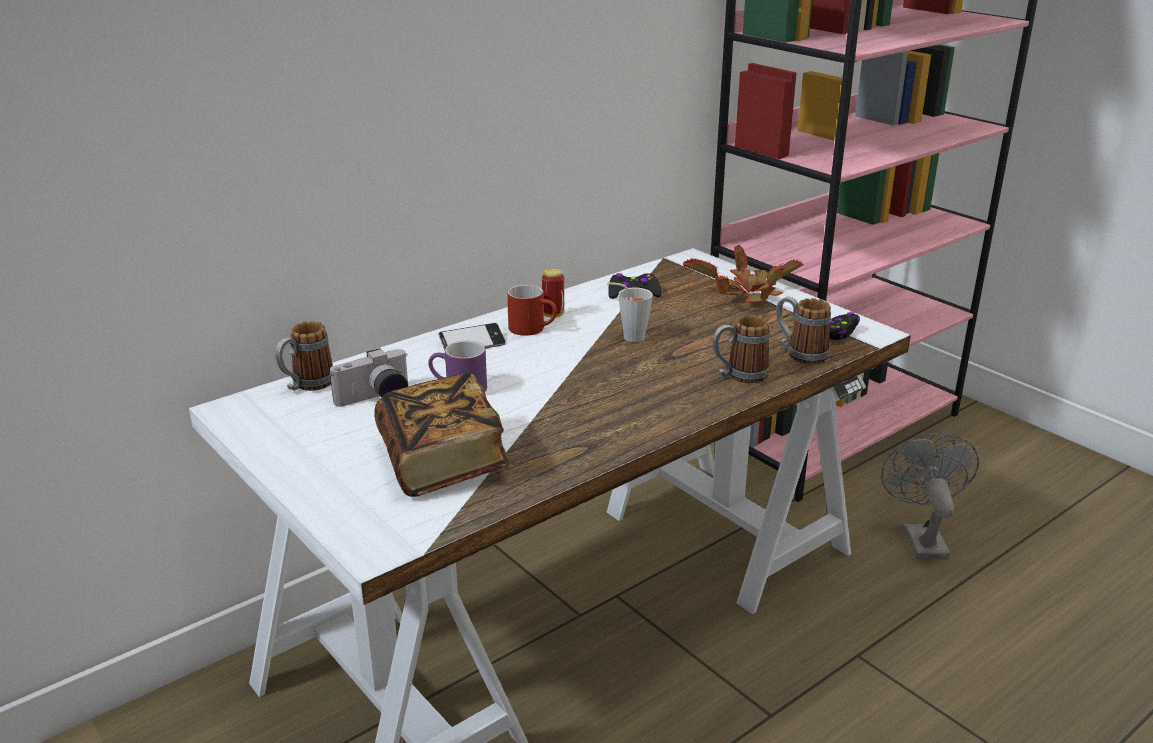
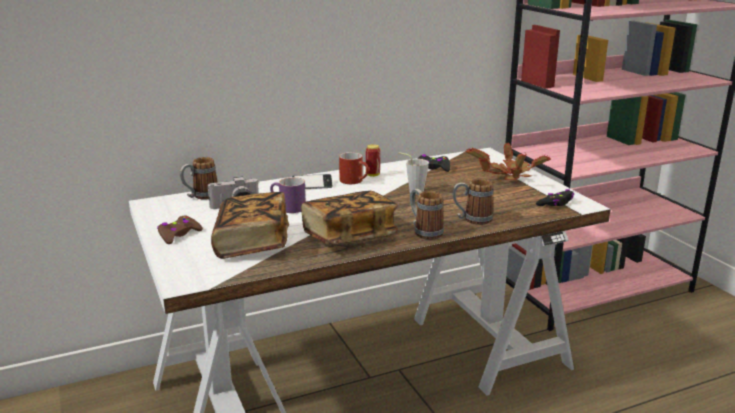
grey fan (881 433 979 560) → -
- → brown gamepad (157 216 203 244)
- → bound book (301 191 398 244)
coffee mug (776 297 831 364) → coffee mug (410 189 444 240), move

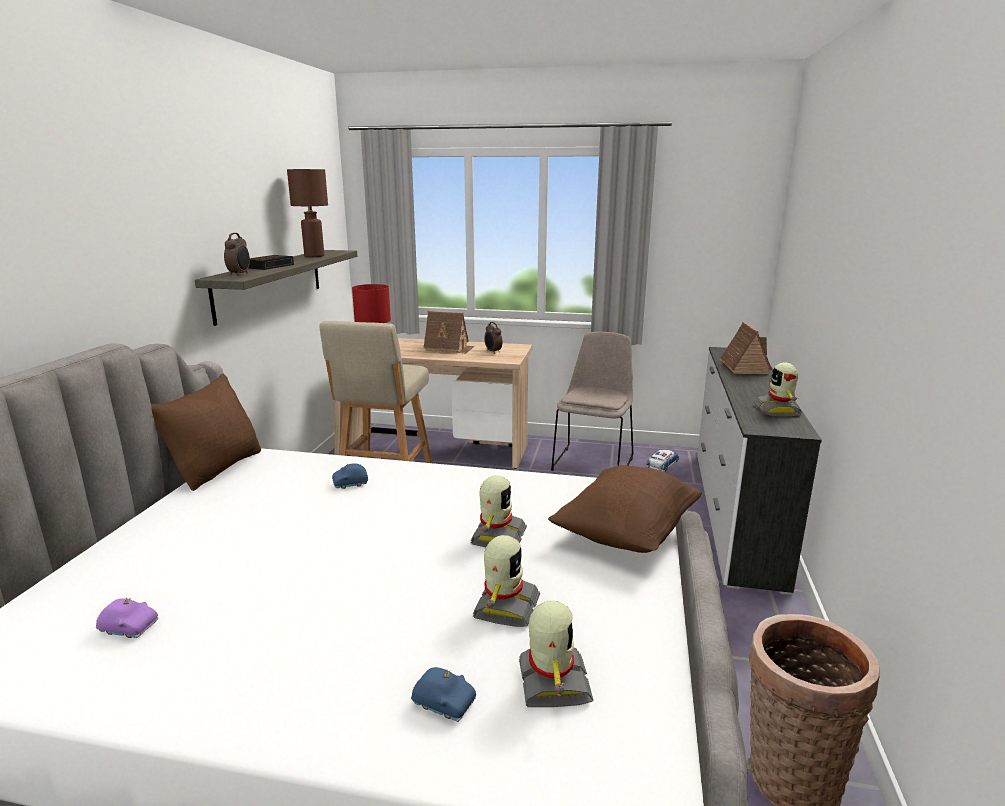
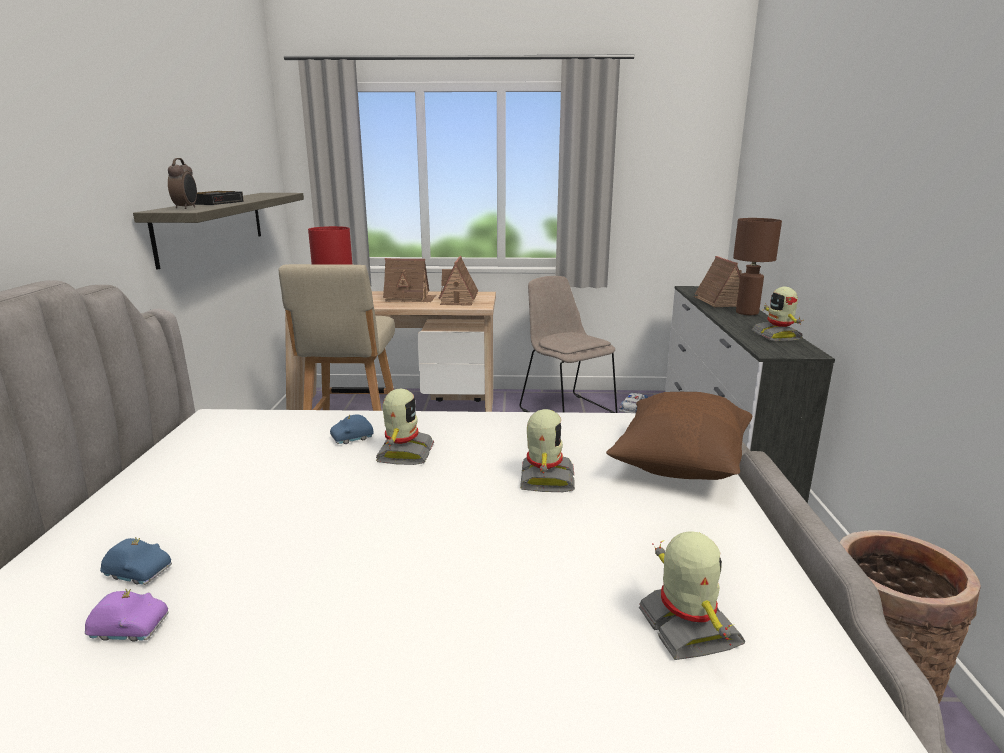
brown cushion (151 373 261 491) → -
brown table lamp (287 169 328 257) → brown table lamp (733 218 782 315), move
bluish model car (411 667 476 722) → bluish model car (100 537 172 585), move
model robot (473 535 540 627) → model robot (376 389 434 465), move
table clock (484 322 502 354) → toy house (438 256 478 306)
sand-coloured chair (551 332 633 471) → sand-coloured chair (520 276 617 413), 45 degrees counterclockwise

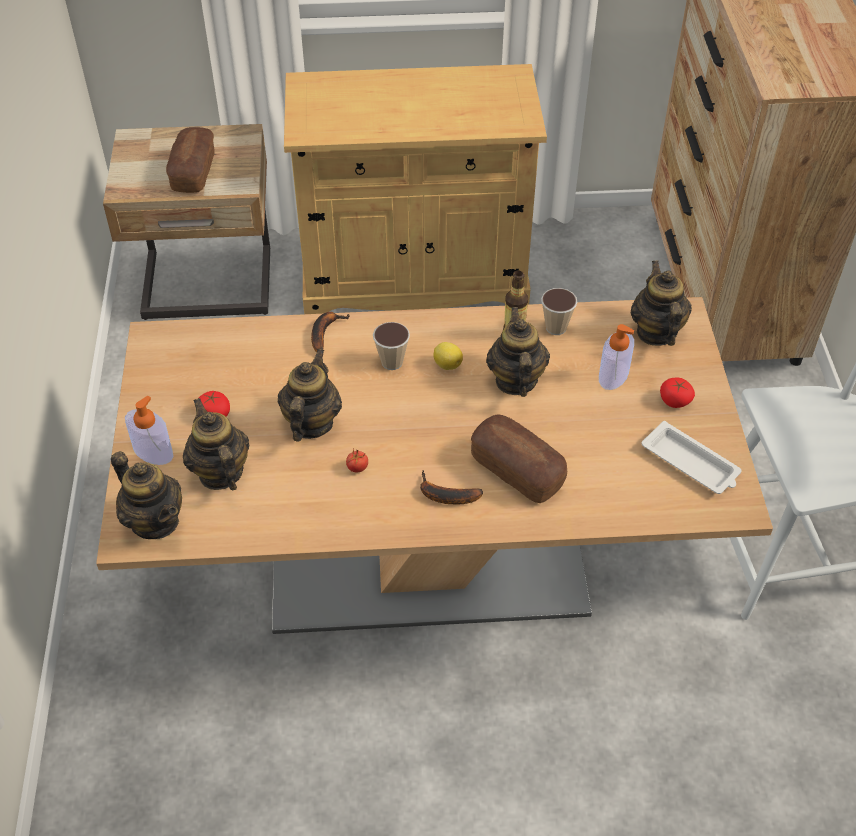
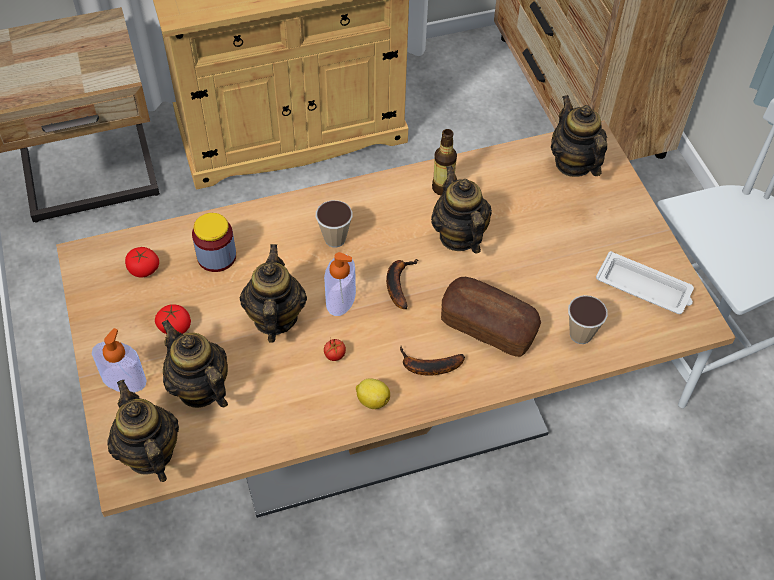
bakery bread (166 127 215 193) → -
- → jar (192 213 236 272)
banana fruit (311 312 350 352) → banana fruit (386 259 419 309), move
citrus fruit (433 342 463 370) → citrus fruit (356 378 390 409), move
small cup (541 288 577 335) → small cup (568 295 608 344), move
soap bottle (599 324 634 390) → soap bottle (324 252 356 316), move
tomato (660 378 695 408) → tomato (125 247 159 278), move
pot for tea (111 451 182 539) → pot for tea (107 380 179 482), 150 degrees counterclockwise

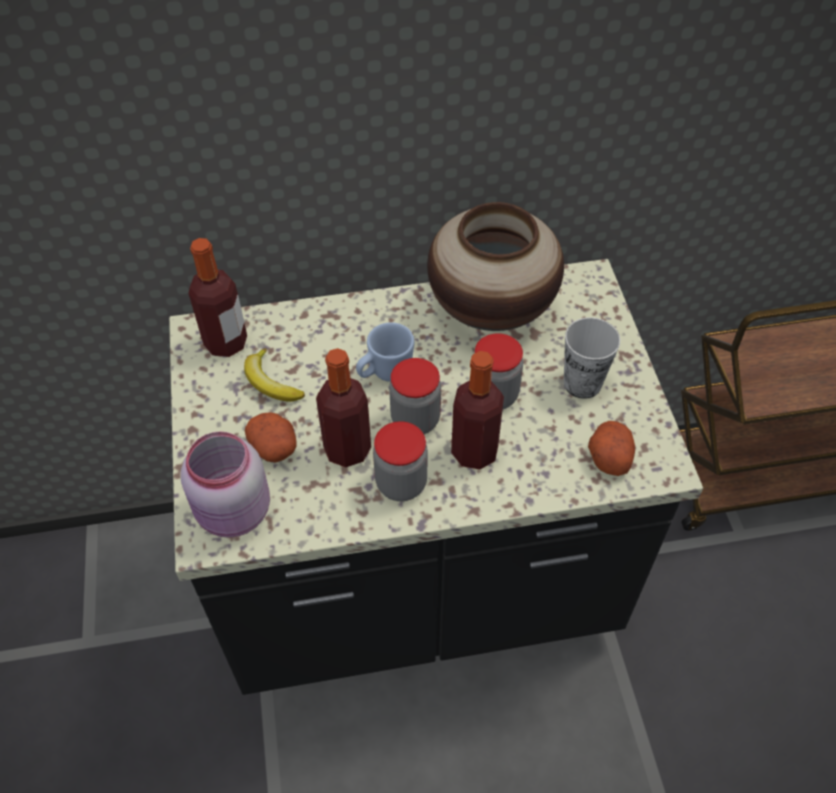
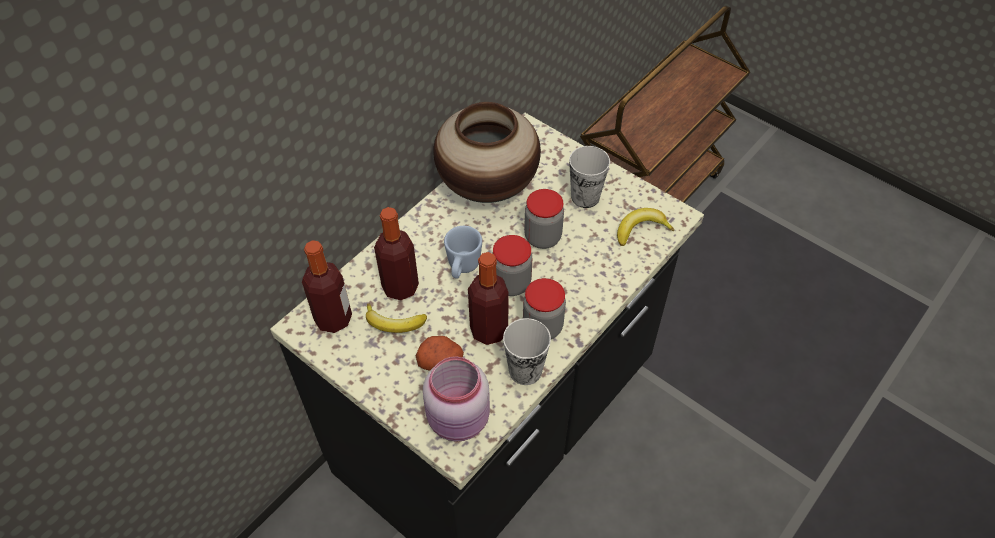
- → small cup (503 318 551 385)
drink bottle (451 351 504 470) → drink bottle (374 207 419 301), move
potato (588 421 635 476) → banana fruit (617 208 674 246)

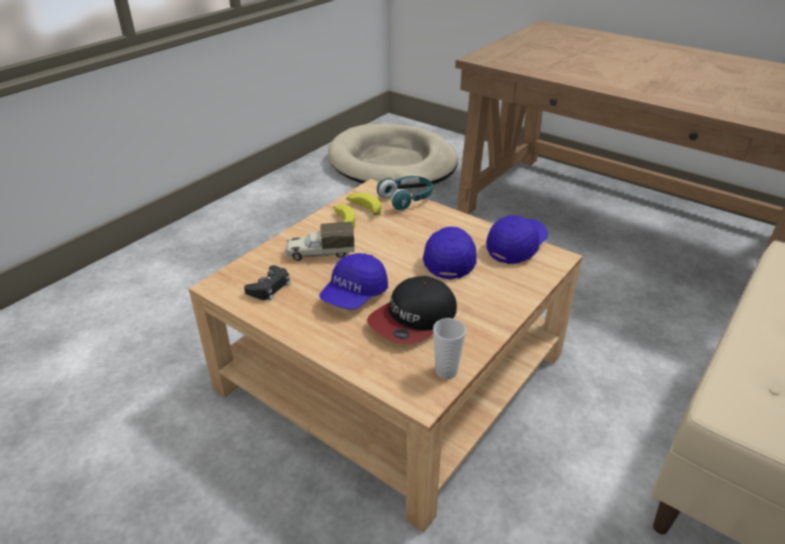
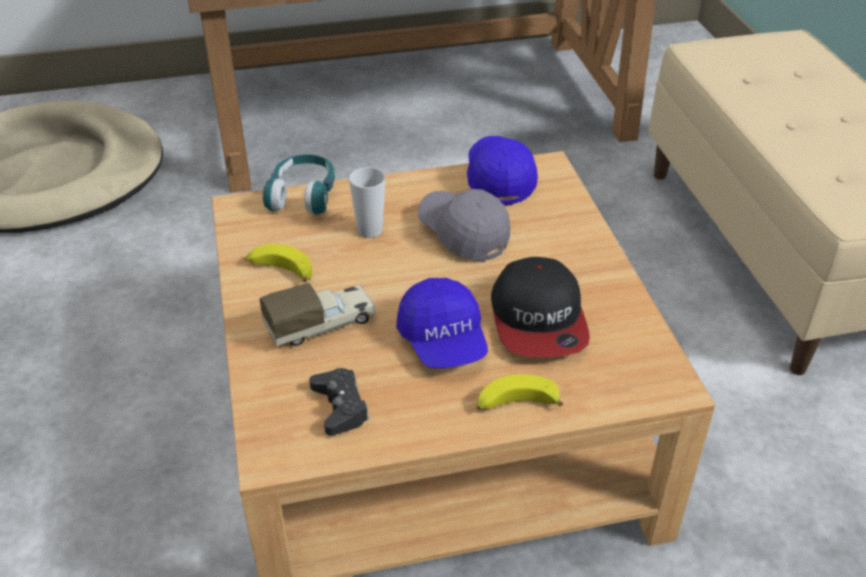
banana fruit (346 193 381 215) → banana fruit (477 374 563 410), move
small cup (433 318 466 379) → small cup (349 167 386 238), move
bluish peaked cap (423 227 477 279) → grey peaked cap (418 189 510 261)
model truck (286 222 355 261) → model truck (260 283 376 346), 150 degrees counterclockwise

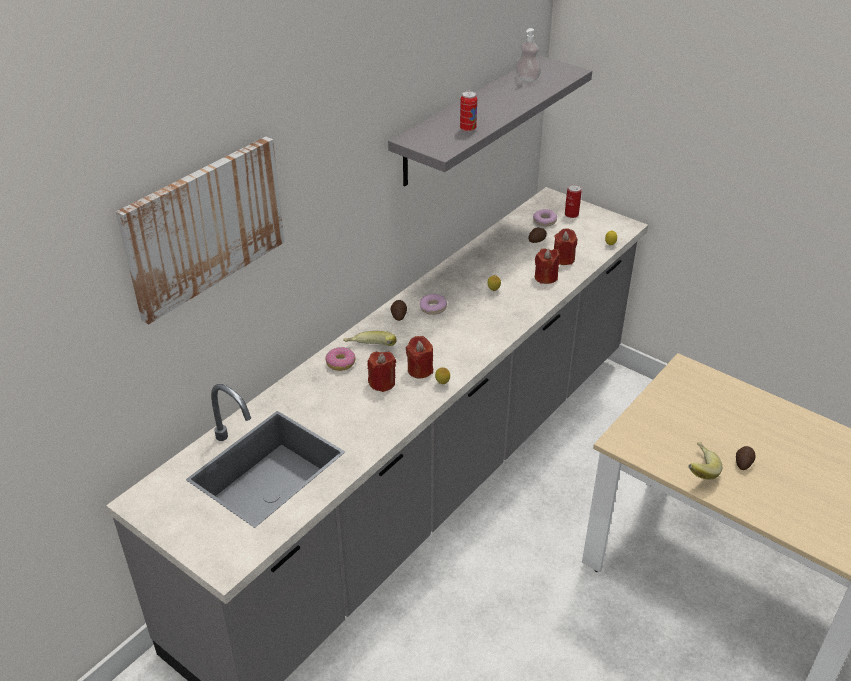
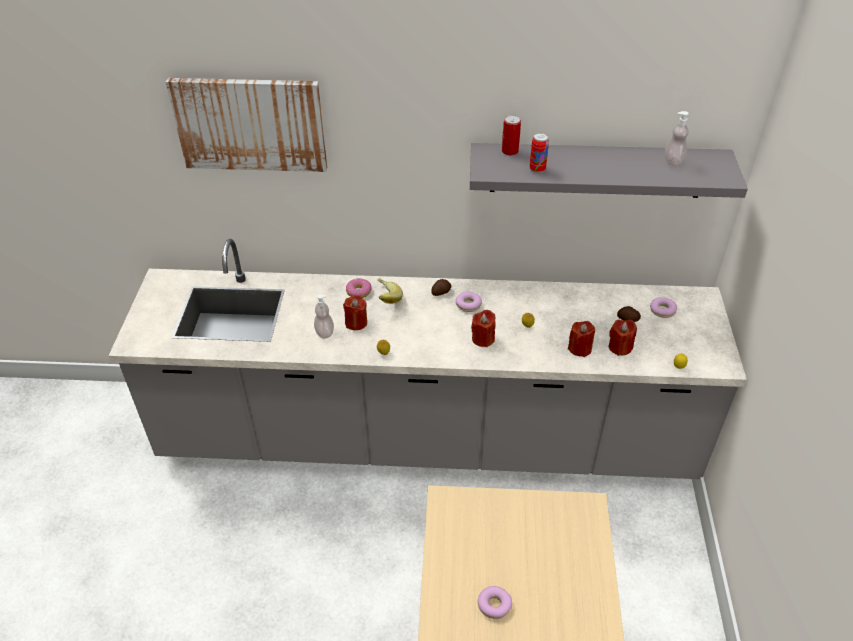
banana fruit (688 442 722 480) → -
- → soap bottle (314 294 334 339)
red wax light (406 336 433 378) → red wax light (471 310 496 347), move
sealed can (565 185 582 218) → sealed can (502 115 521 156), move
potato (736 446 755 470) → doughnut (478 586 512 619)

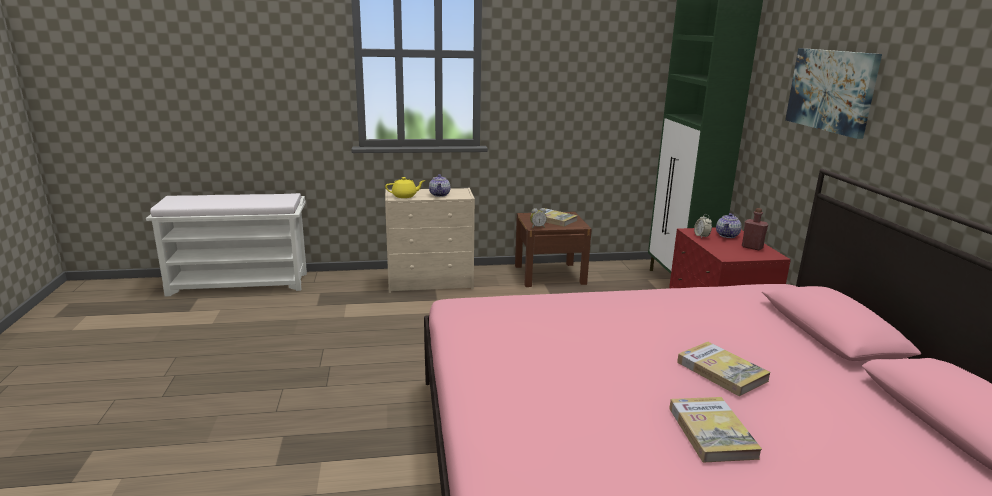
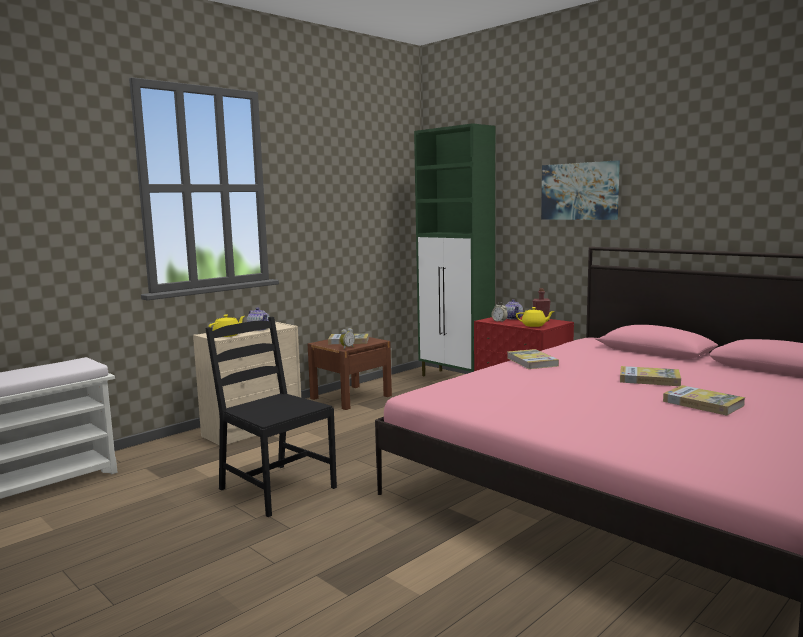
- → black chair (206 317 337 517)
- → bound book (507 349 559 369)
- → yellow pot for tea (516 307 555 327)

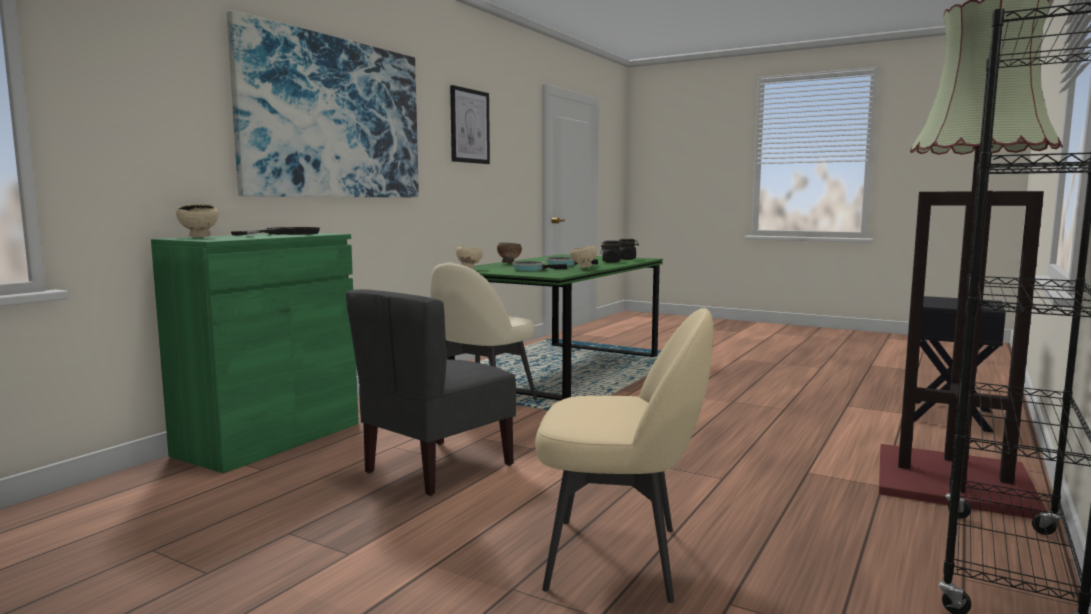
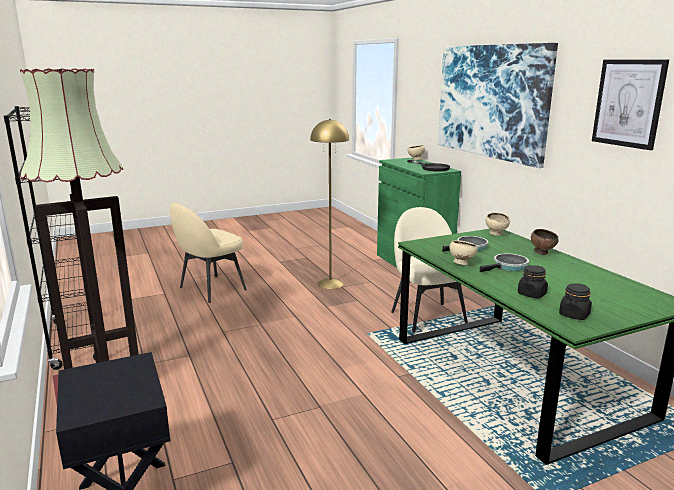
grey chair (345 289 516 496) → yellow standing lamp (310 119 349 289)

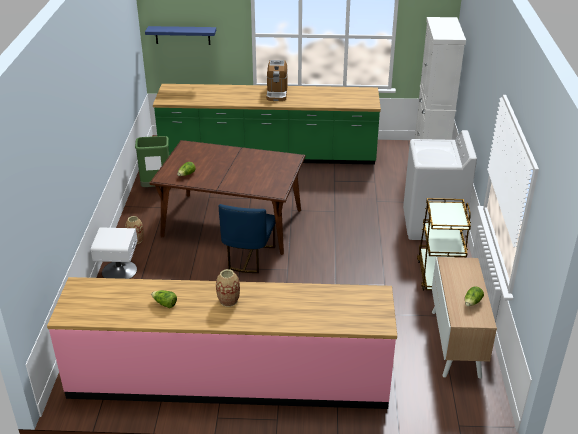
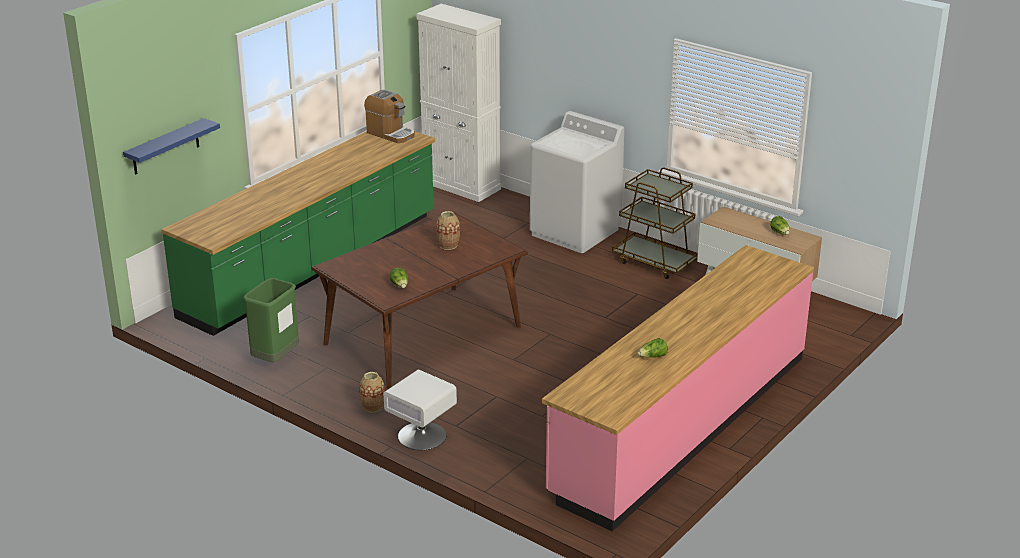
bluish chair (219 204 275 273) → -
vase (216 269 240 307) → vase (436 211 460 250), move
coffee machine (266 60 288 101) → coffee machine (364 90 415 143), move

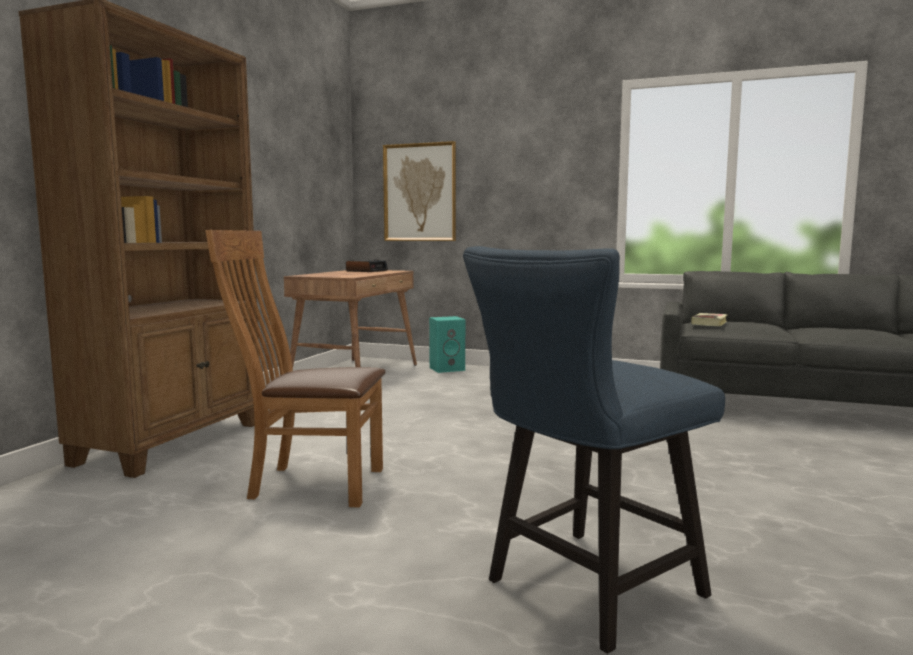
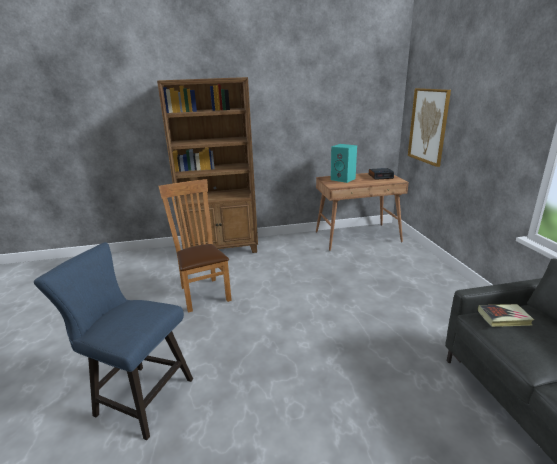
turquoise-coloured loudspeaker (429 316 465 373) → turquoise-coloured loudspeaker (331 144 357 183), move

